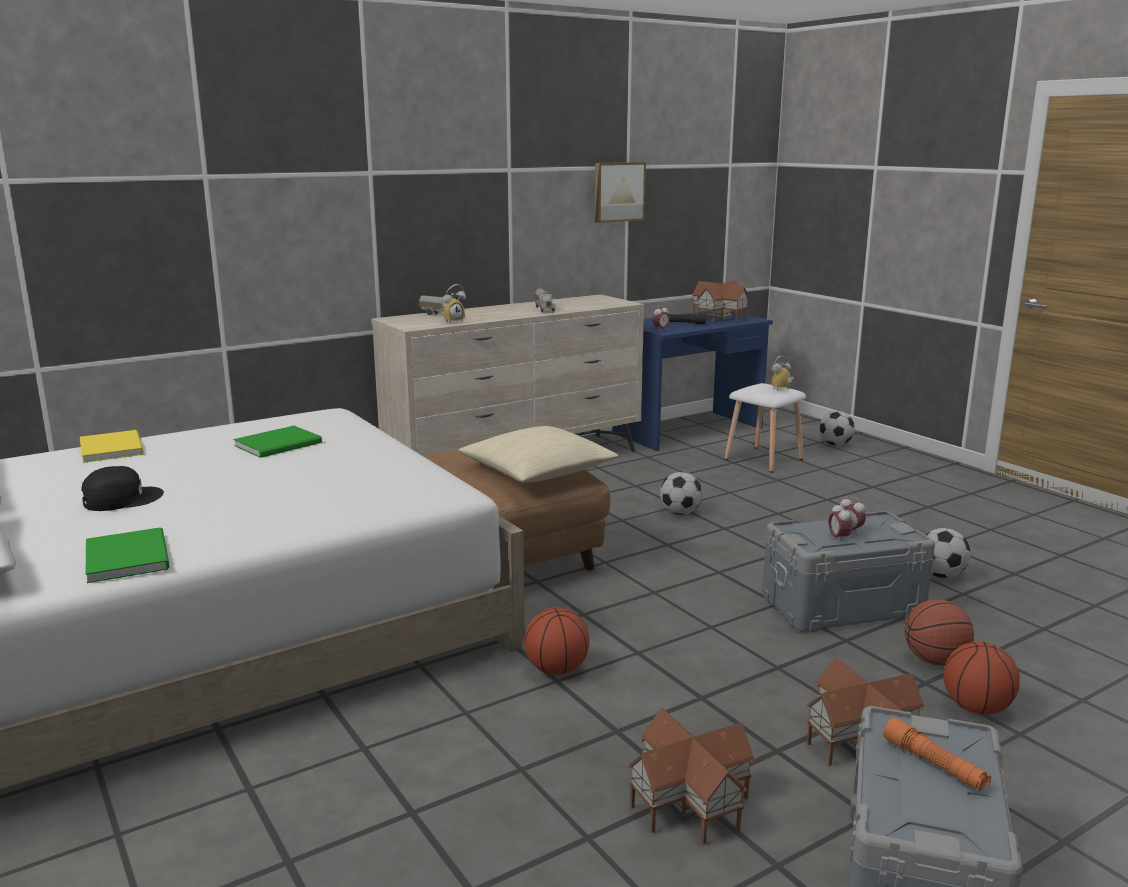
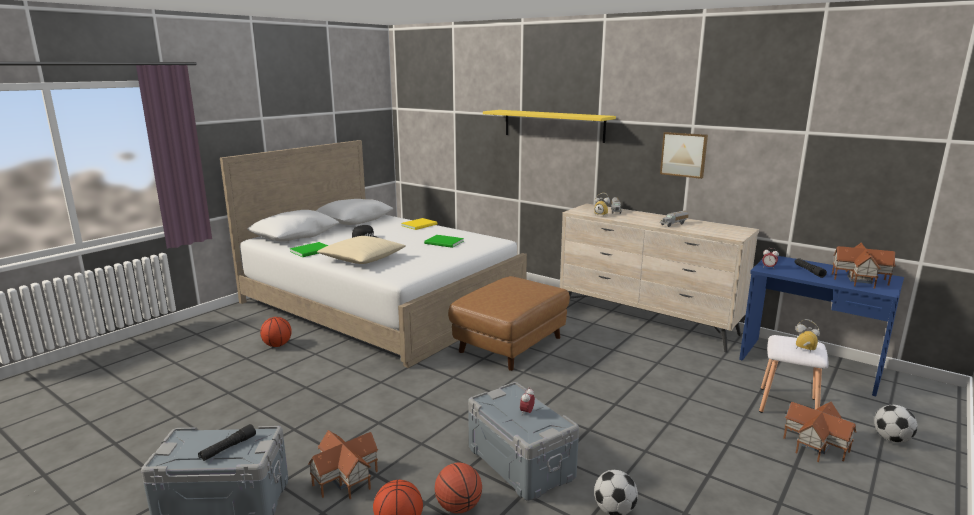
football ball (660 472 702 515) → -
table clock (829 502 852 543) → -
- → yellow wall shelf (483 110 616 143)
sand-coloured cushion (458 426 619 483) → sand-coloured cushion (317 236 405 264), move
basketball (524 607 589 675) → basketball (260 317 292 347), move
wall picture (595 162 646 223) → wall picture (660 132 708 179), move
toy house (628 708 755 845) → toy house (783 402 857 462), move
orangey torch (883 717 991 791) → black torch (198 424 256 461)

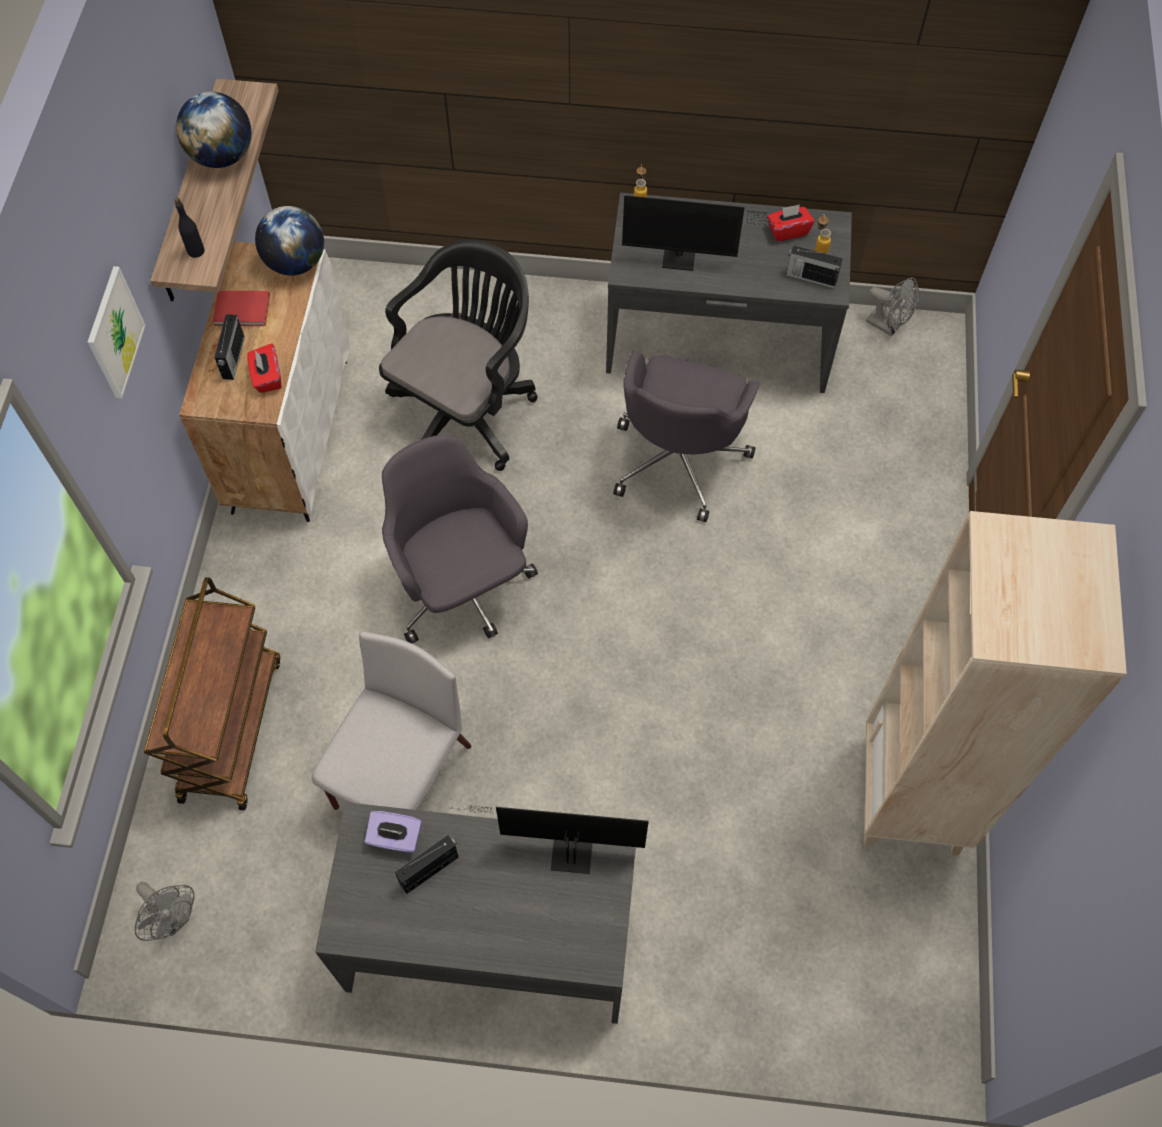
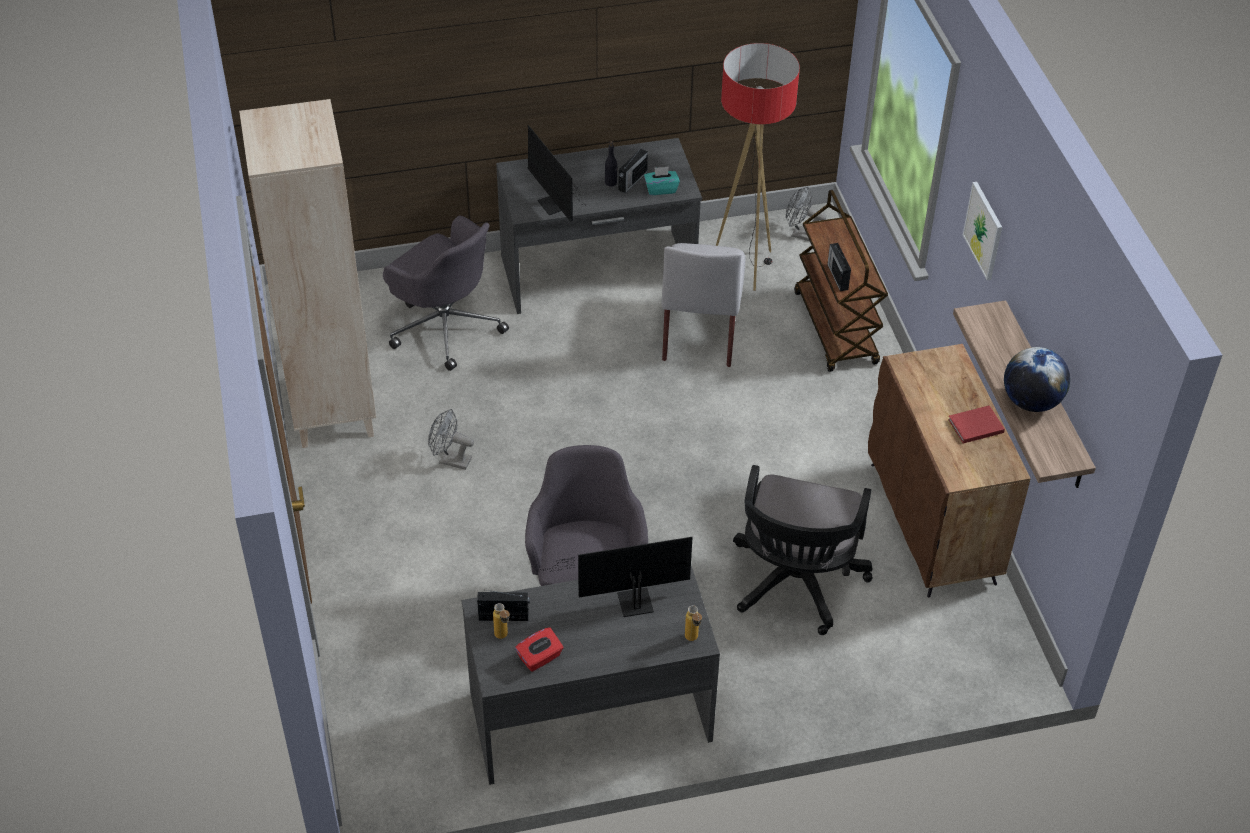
red tissue holder (247 343 281 393) → -
desk globe (255 206 324 275) → -
- → standing lamp (716 43 800 291)
black drink bottle (175 198 205 258) → black drink bottle (605 141 618 187), move
radio receiver (214 314 245 380) → radio receiver (827 243 851 291), move
grey office chair (382 435 538 644) → grey office chair (383 216 509 371), move
grey fan (866 277 920 336) → grey fan (428 409 474 470), move
white cabinet (179 241 350 522) → brown cabinet (868 344 1031 598)
purple tissue holder (365 811 422 853) → turquoise-coloured tissue holder (644 167 680 195)
computer screen (448 805 649 874) → computer screen (528 125 584 222), 75 degrees clockwise

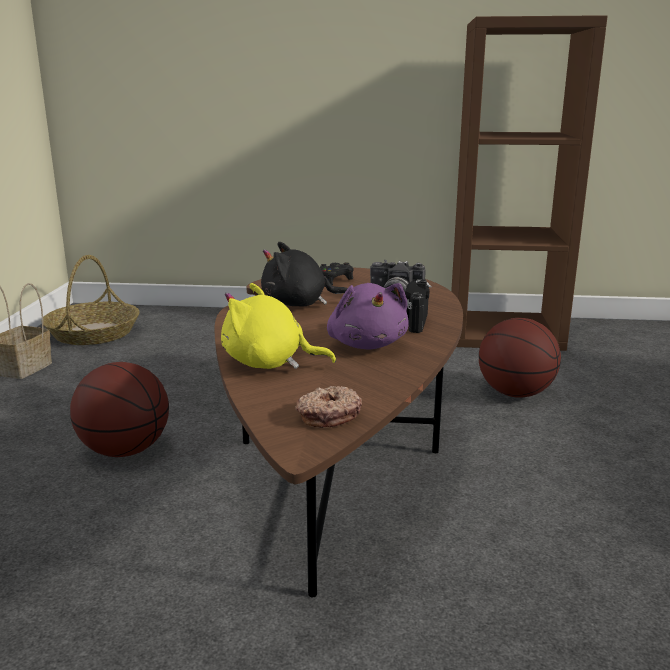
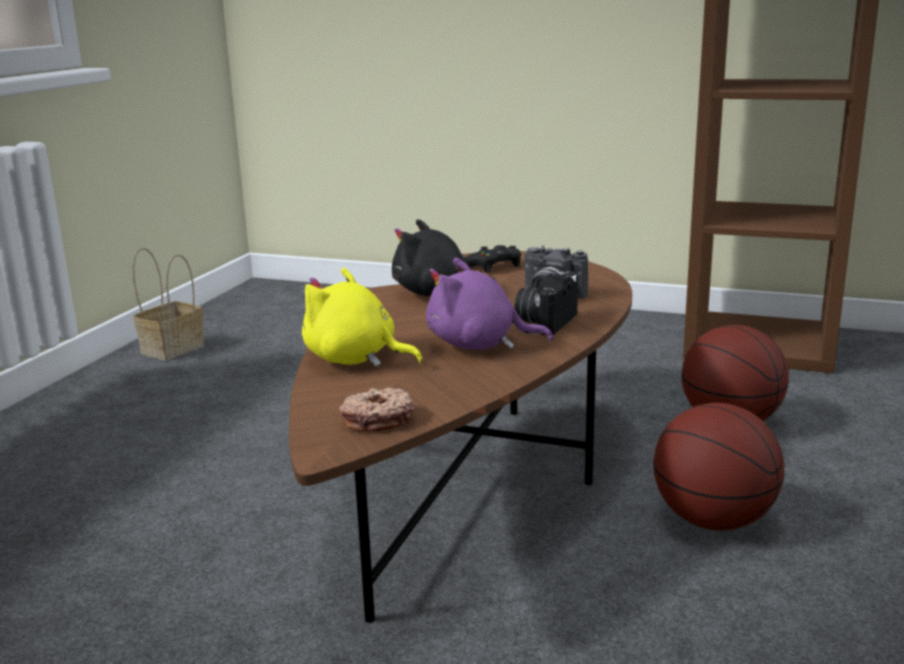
household basket (43 255 139 345) → -
basketball (70 362 169 457) → basketball (653 403 784 531), move
purple soft toy (327 283 409 350) → purple soft toy (426 258 553 350), 105 degrees clockwise

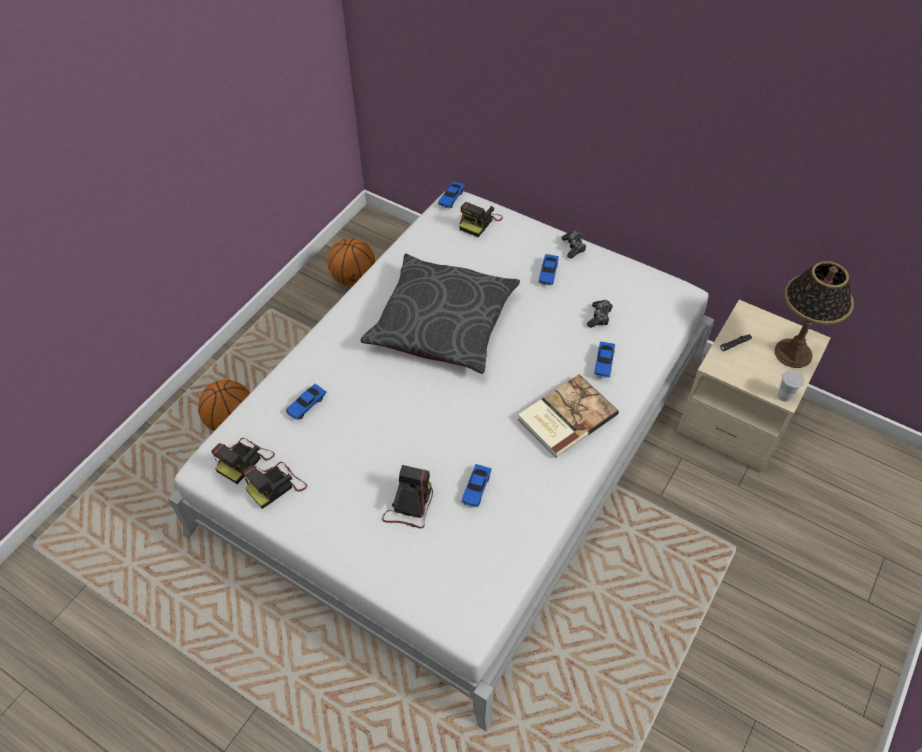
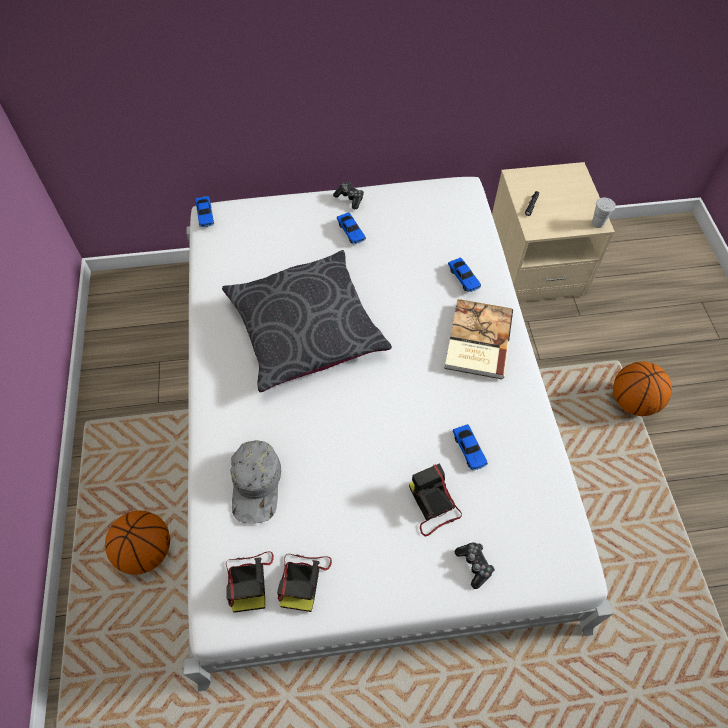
still camera (459 202 503 237) → -
table lamp (774 261 854 368) → -
basketball (327 238 375 286) → basketball (613 361 672 416), move
gamepad (587 300 613 328) → gamepad (455 542 495 589), move
model car (286 384 326 420) → grey peaked cap (230 440 281 524)

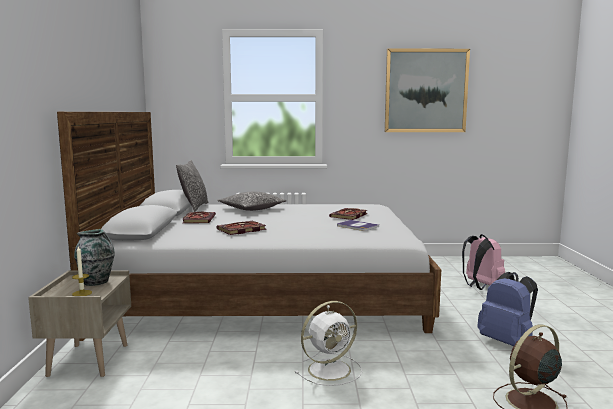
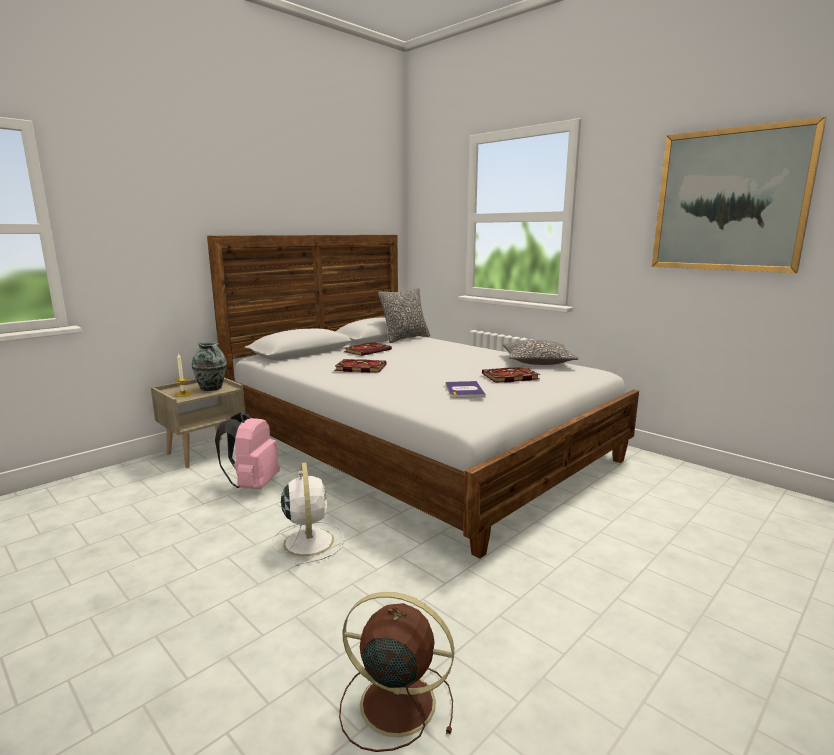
bluish rucksack (477 272 538 346) → -
cushion (218 192 286 211) → cushion (502 340 578 365), move
pinkish rucksack (462 234 505 290) → pinkish rucksack (215 412 280 489), move
white fan (295 301 362 386) → white fan (271 462 344 566), 120 degrees counterclockwise

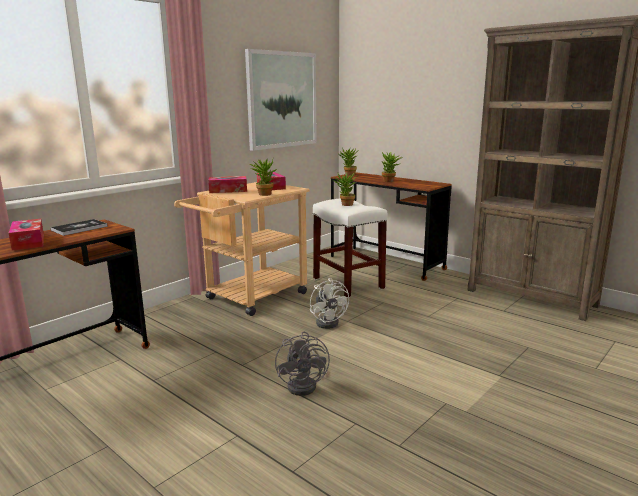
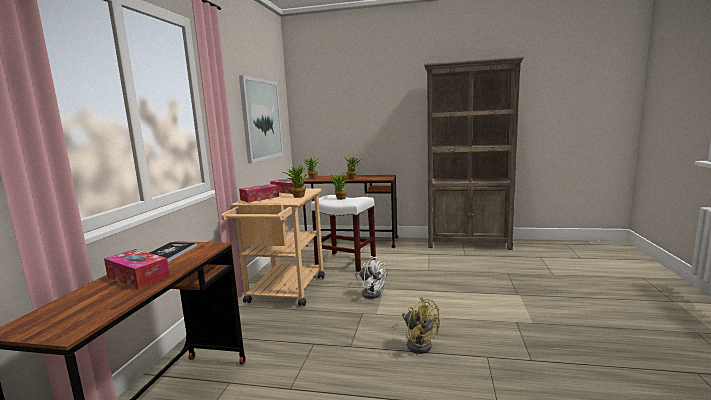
grey fan (275 332 330 396) → yellow fan (402 297 440 354)

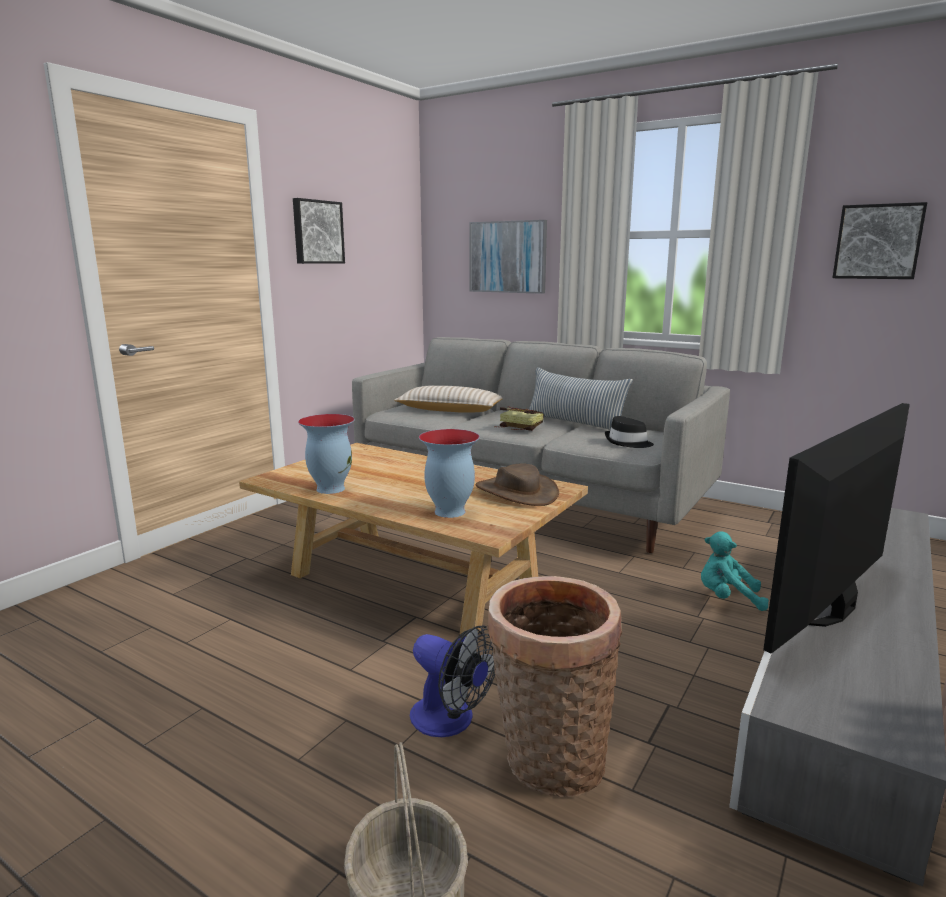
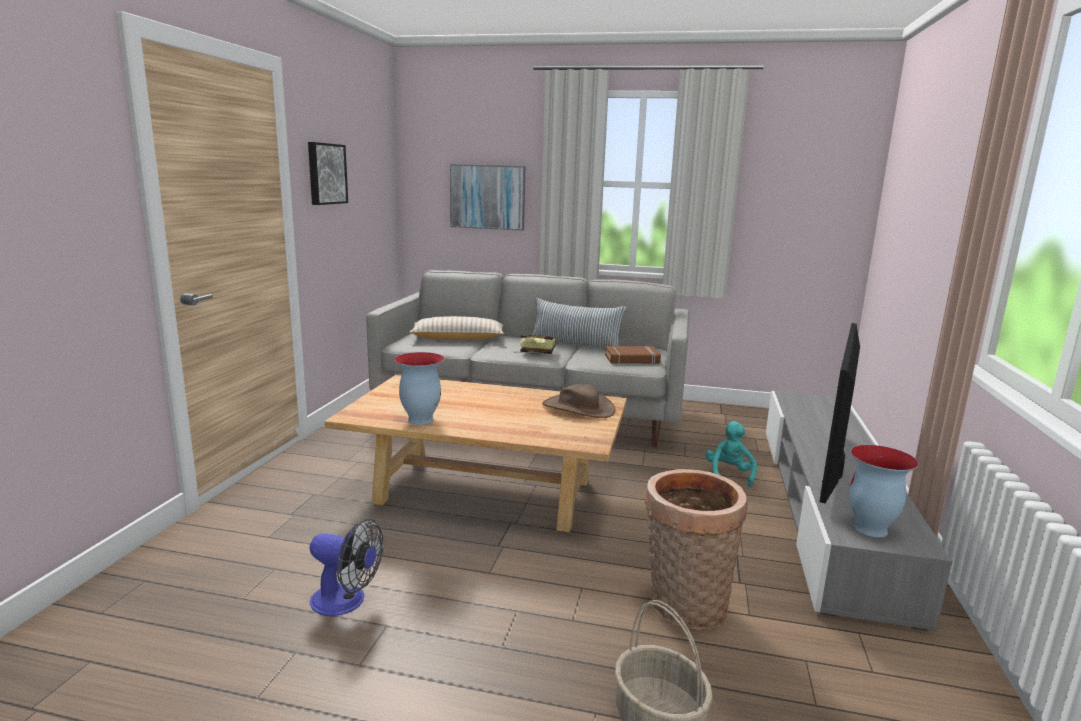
wall picture (833 202 928 279) → -
fan (410 626 495 737) → fan (310 519 384 616), move
vase (419 429 480 518) → vase (849 445 919 537), move
black wearable hat (605 416 654 448) → brown bound book (605 346 661 364)
turquoise-coloured soft toy (701 531 769 611) → turquoise-coloured soft toy (705 421 757 487), 105 degrees clockwise

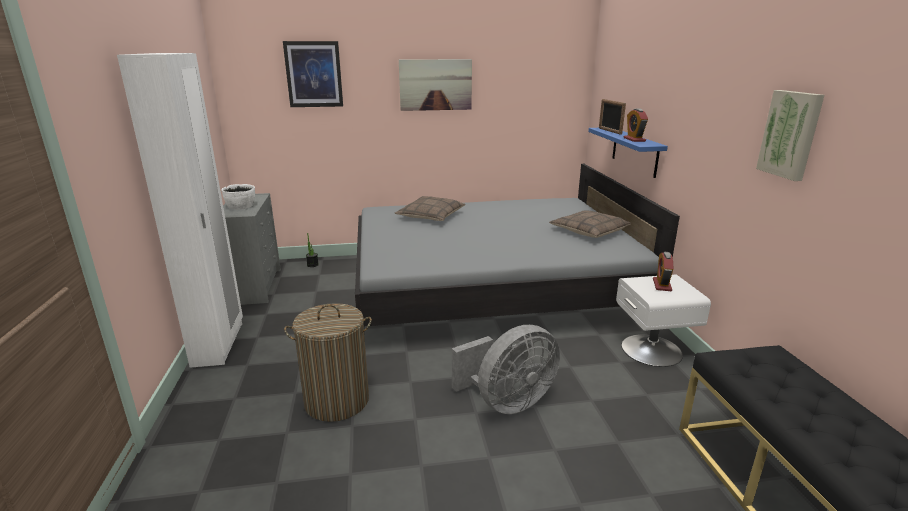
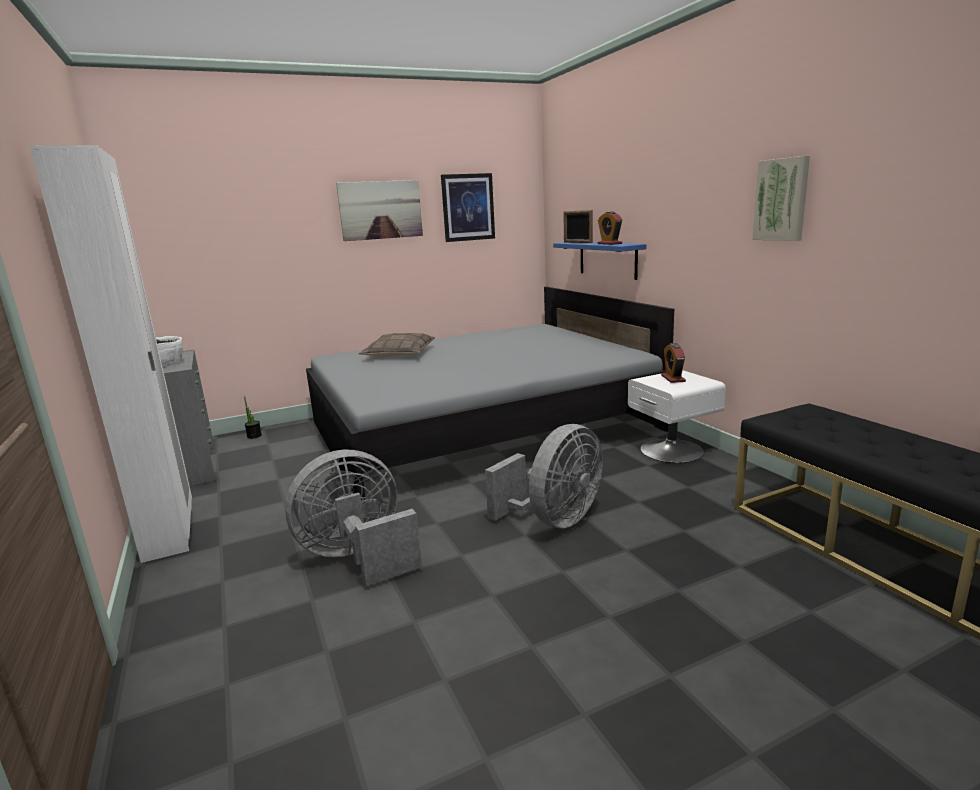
cushion (549 210 631 238) → -
wall picture (283 41 343 107) → wall picture (441 173 495 242), move
hamper (284 303 372 422) → grey fan (285 450 422 586)

